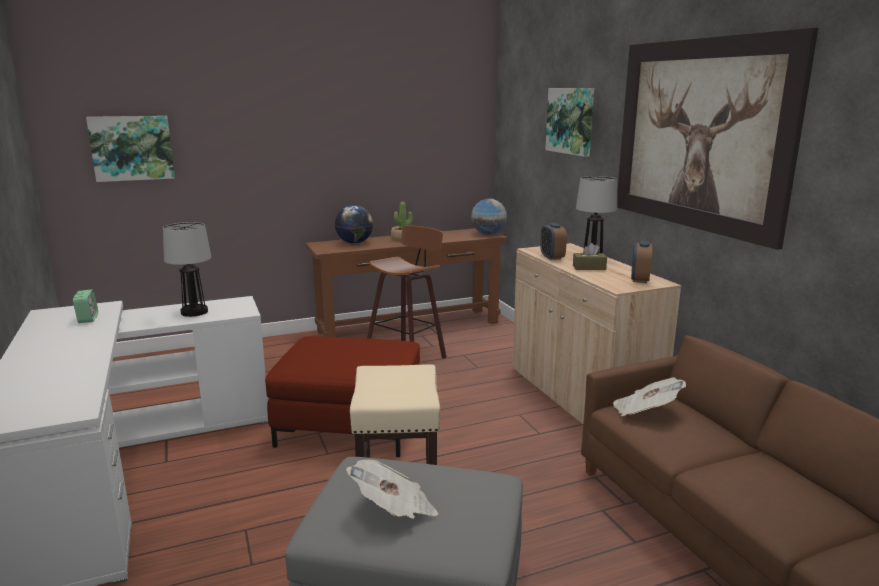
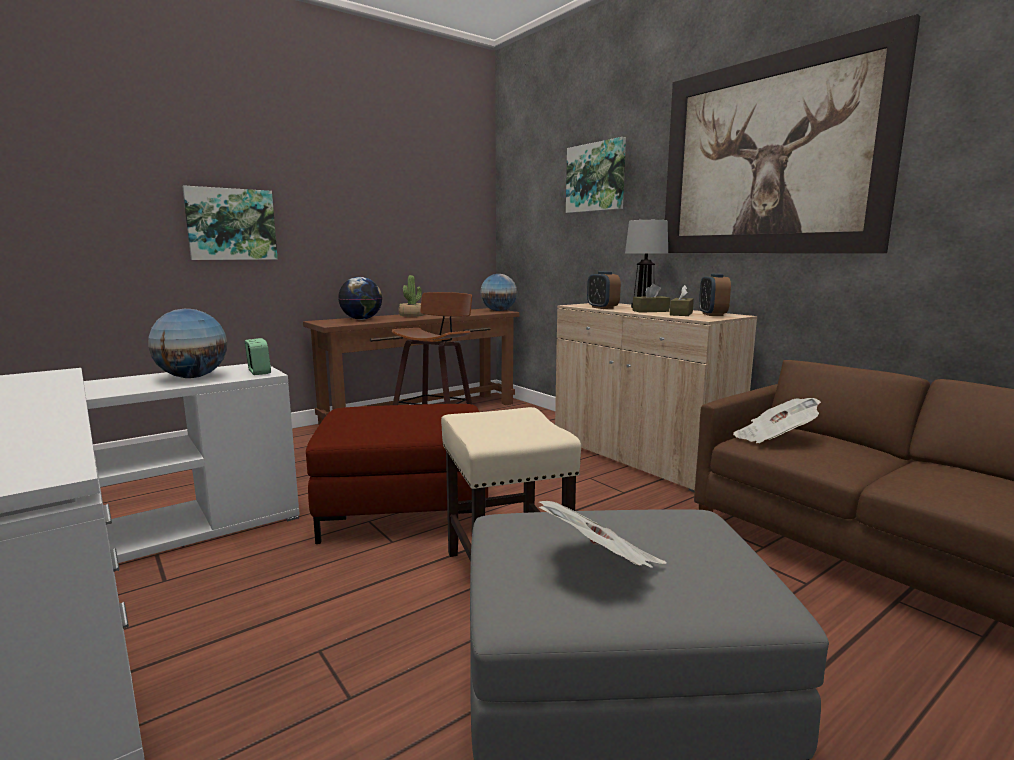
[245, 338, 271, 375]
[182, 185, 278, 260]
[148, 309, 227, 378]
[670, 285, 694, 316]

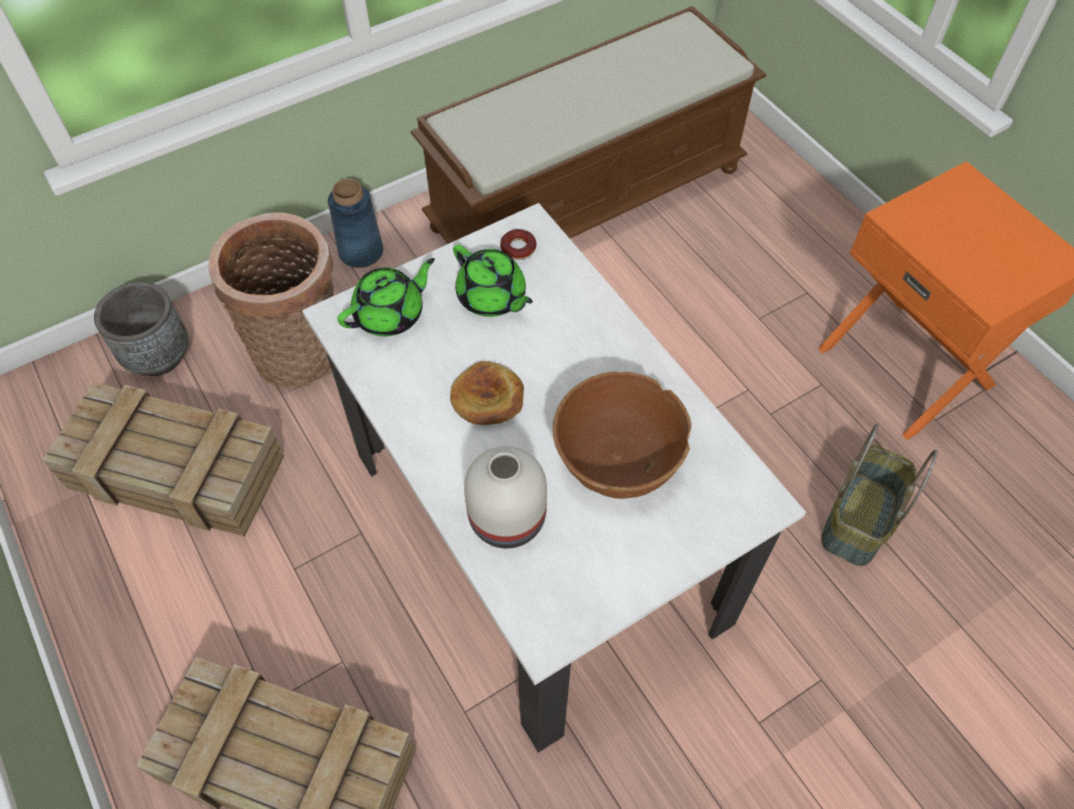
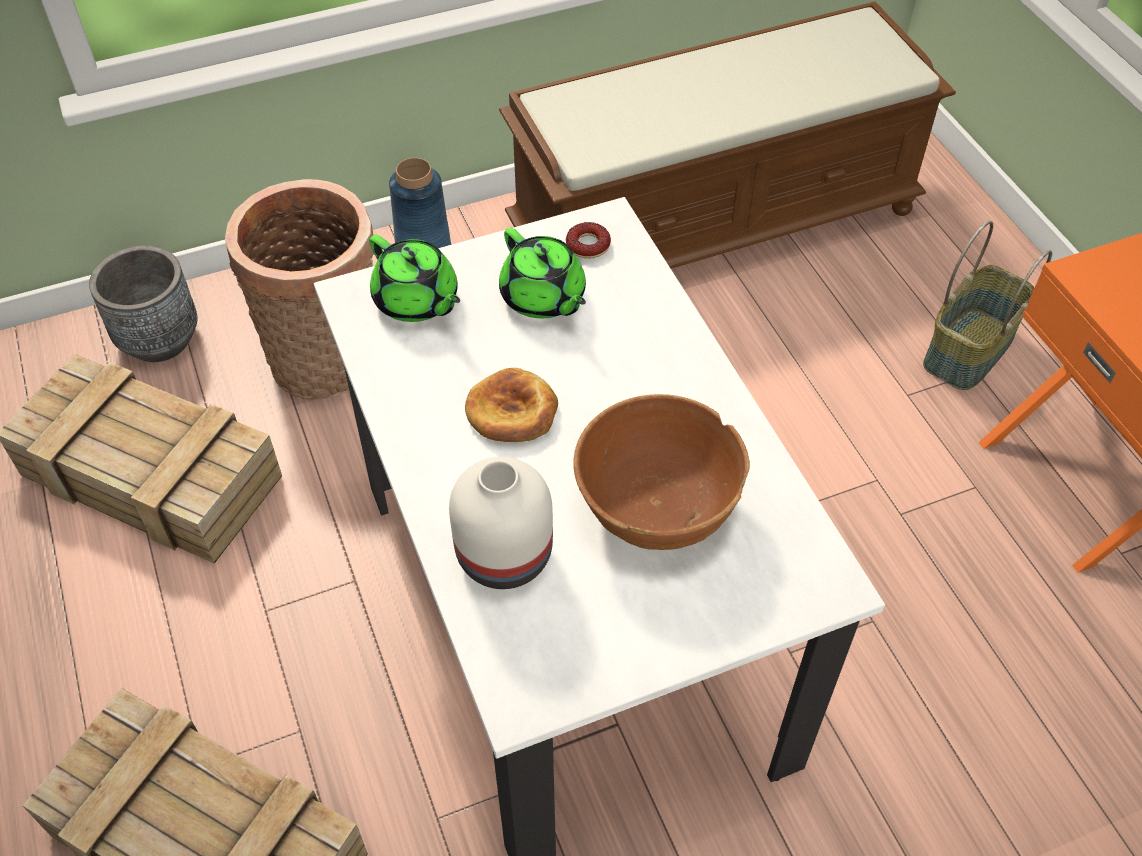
[369, 235, 460, 322]
[923, 221, 1052, 390]

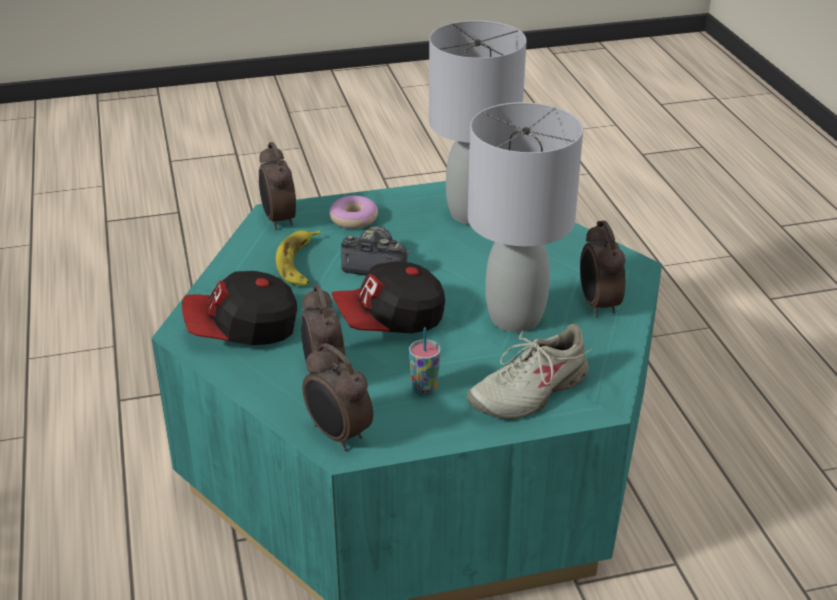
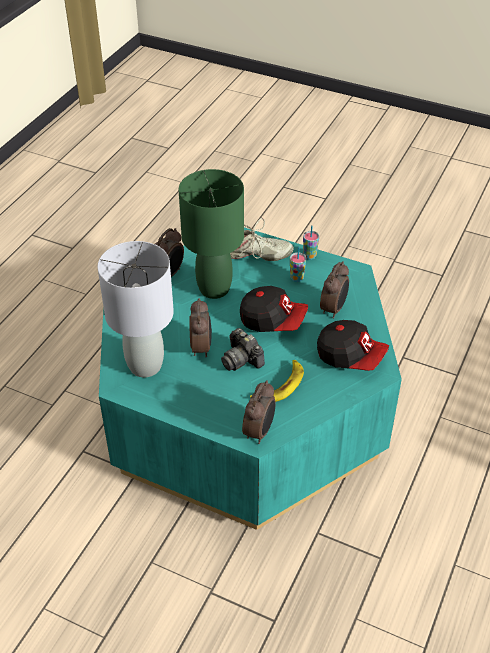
[189, 298, 212, 357]
[329, 196, 378, 229] (first image)
[179, 169, 244, 299]
[303, 225, 319, 260]

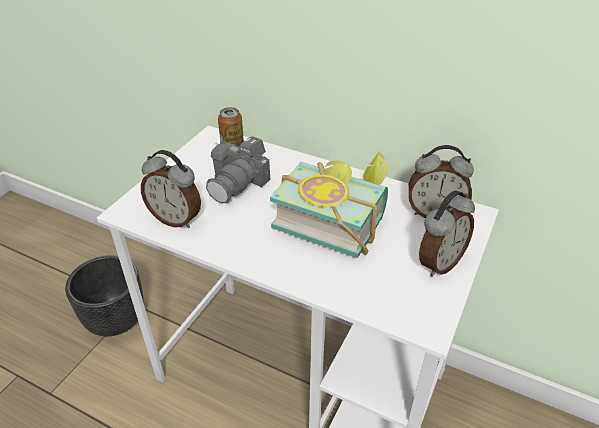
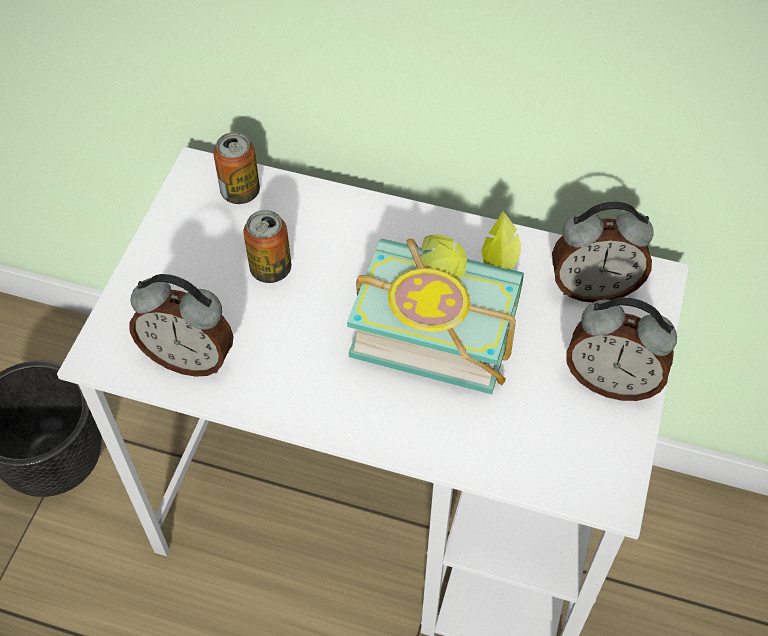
[243, 210, 291, 283]
[566, 297, 677, 401]

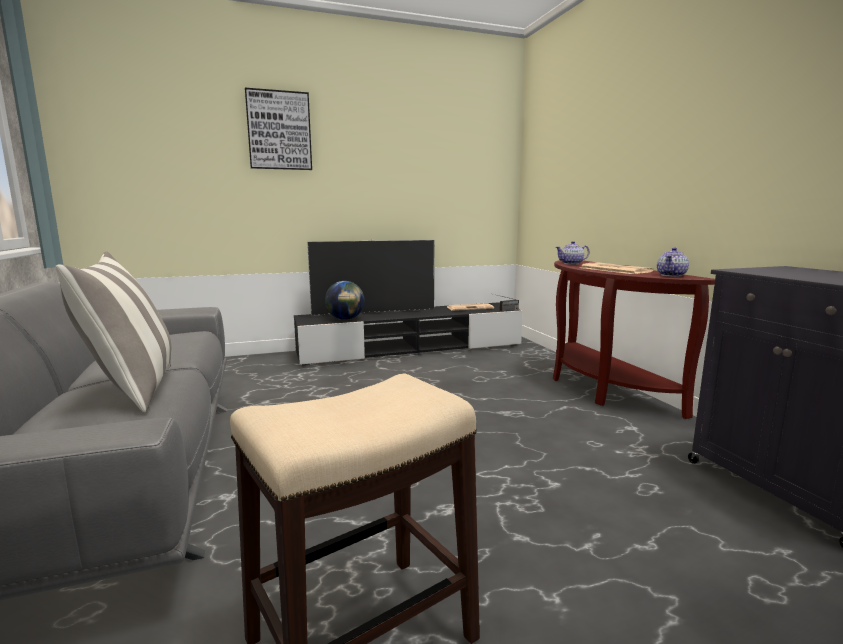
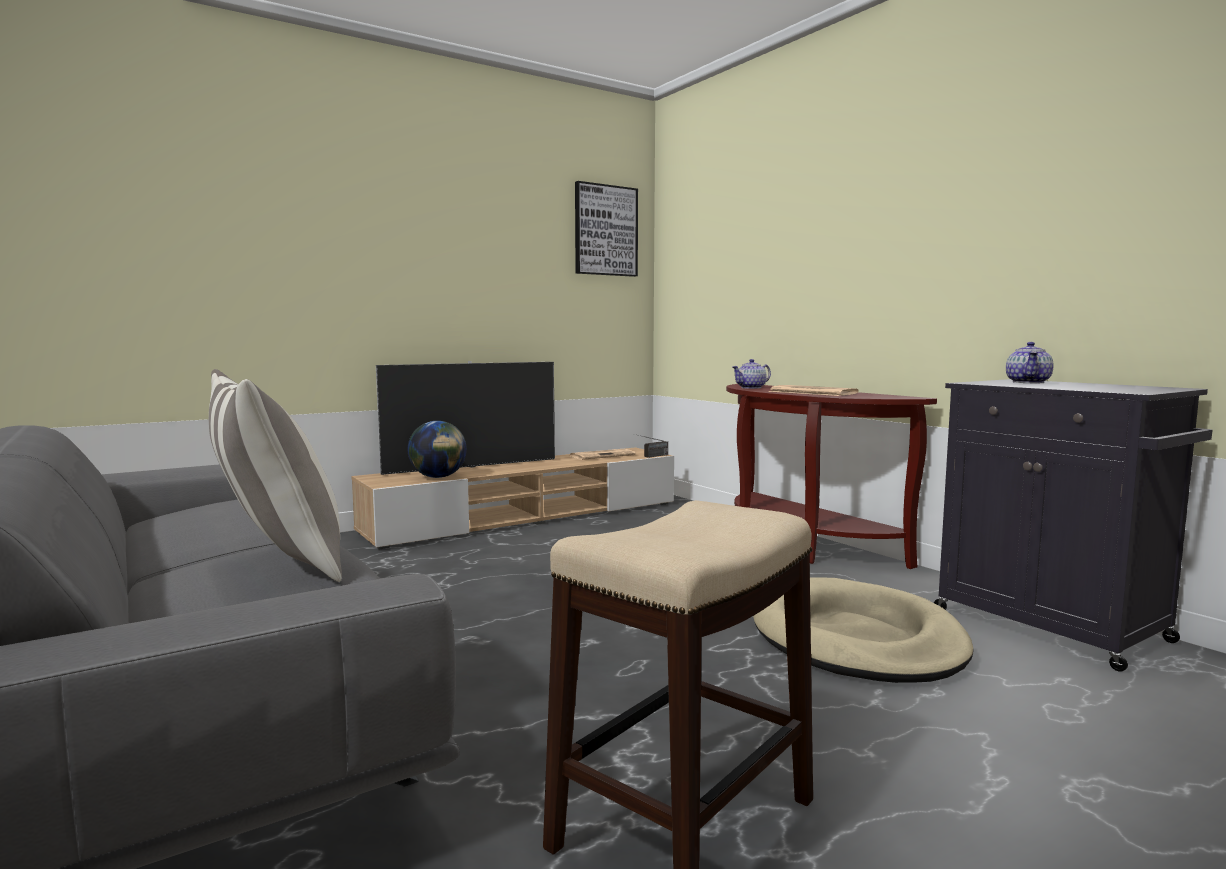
[575, 181, 638, 277]
[351, 447, 674, 549]
[1006, 342, 1053, 383]
[753, 577, 973, 683]

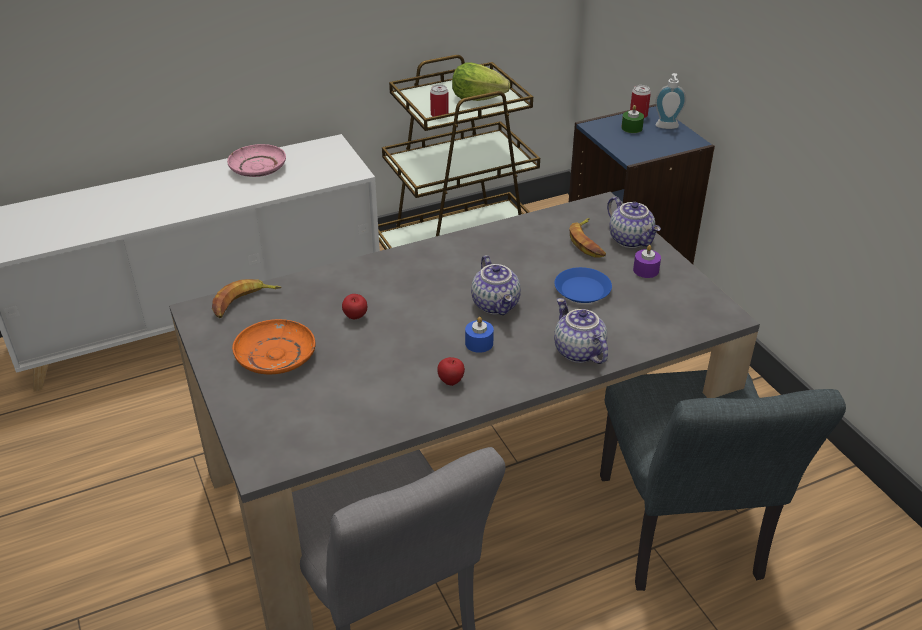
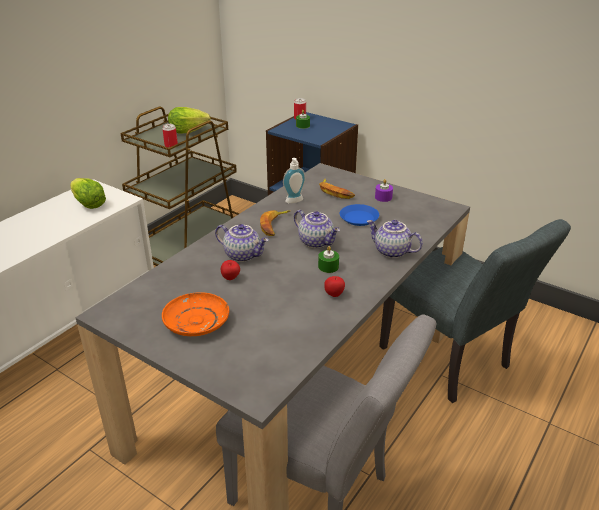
[260, 210, 290, 236]
[227, 144, 286, 177] (first image)
[318, 246, 339, 273]
[215, 224, 269, 262]
[283, 158, 306, 203]
[70, 178, 106, 209]

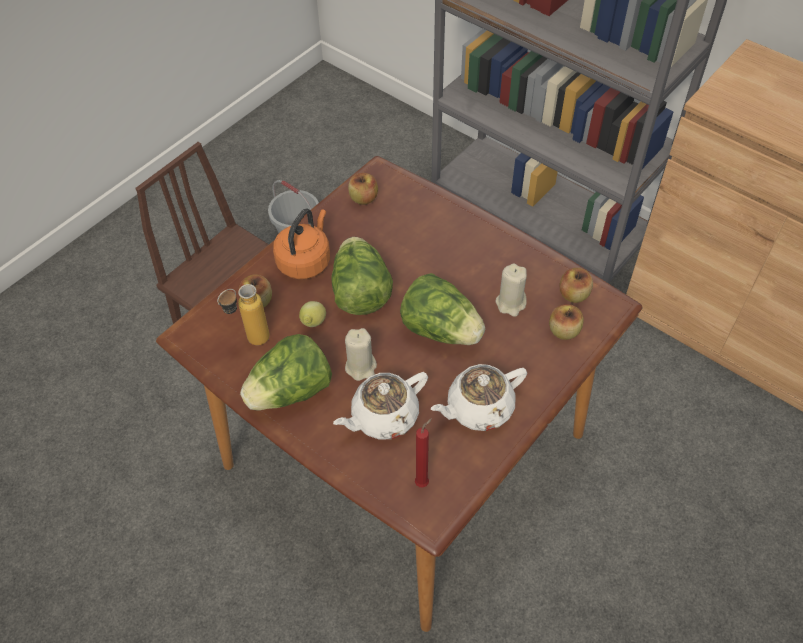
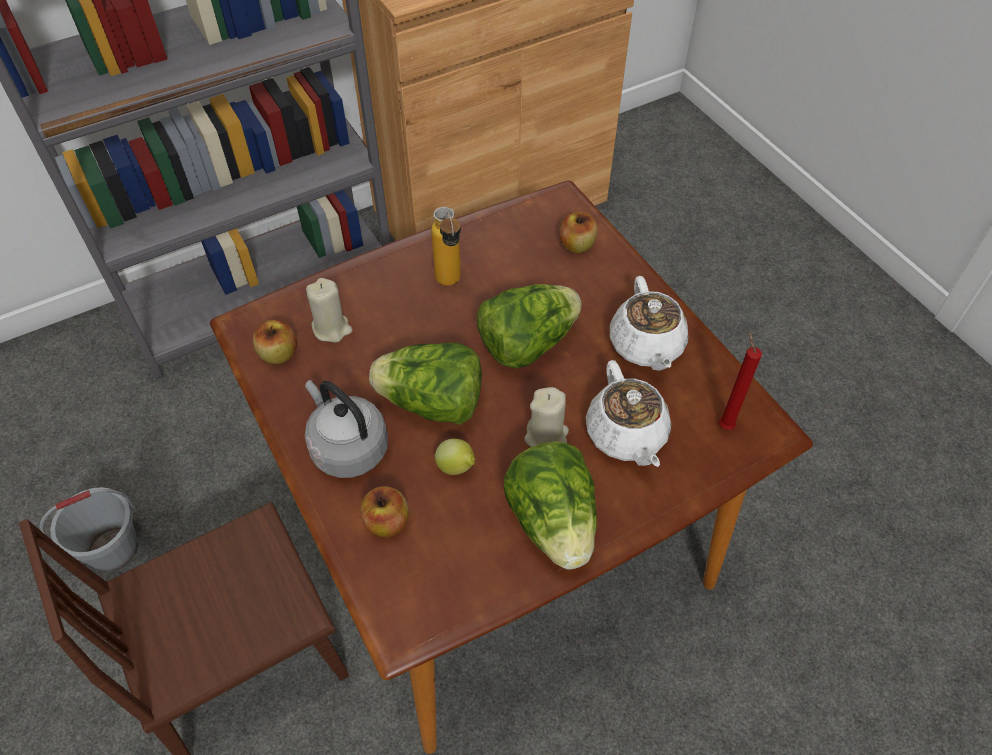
[431, 207, 461, 286]
[305, 380, 388, 478]
[306, 278, 353, 343]
[559, 268, 593, 303] (first image)

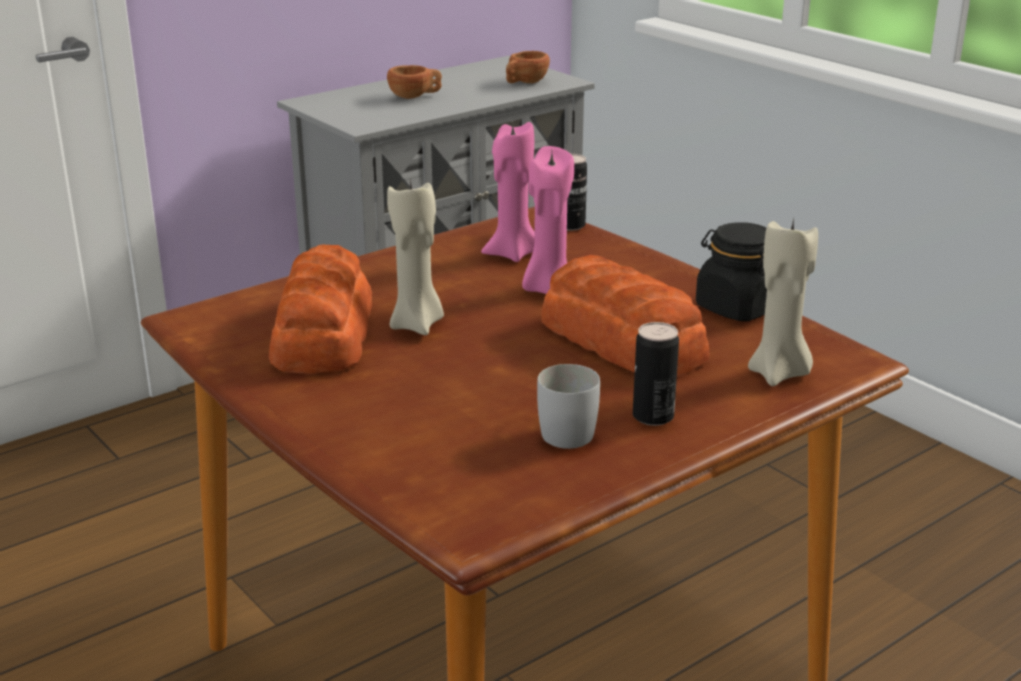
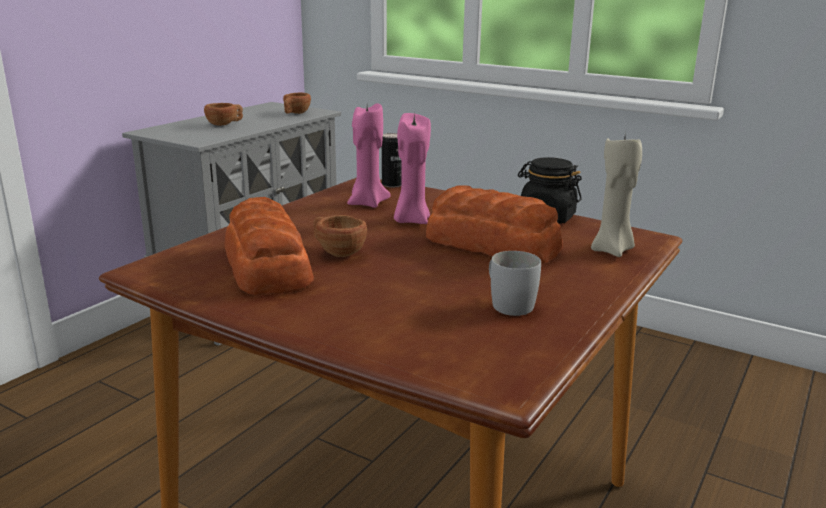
[313, 215, 367, 257]
[633, 322, 679, 426] (first image)

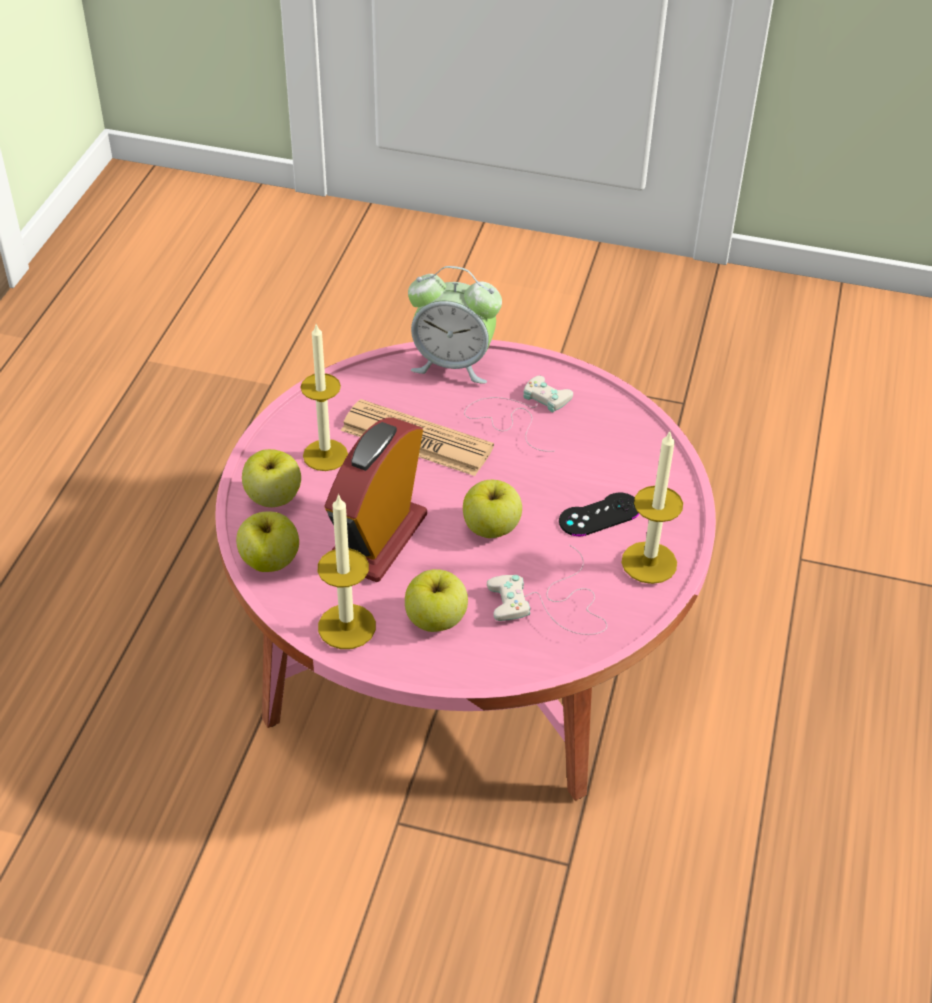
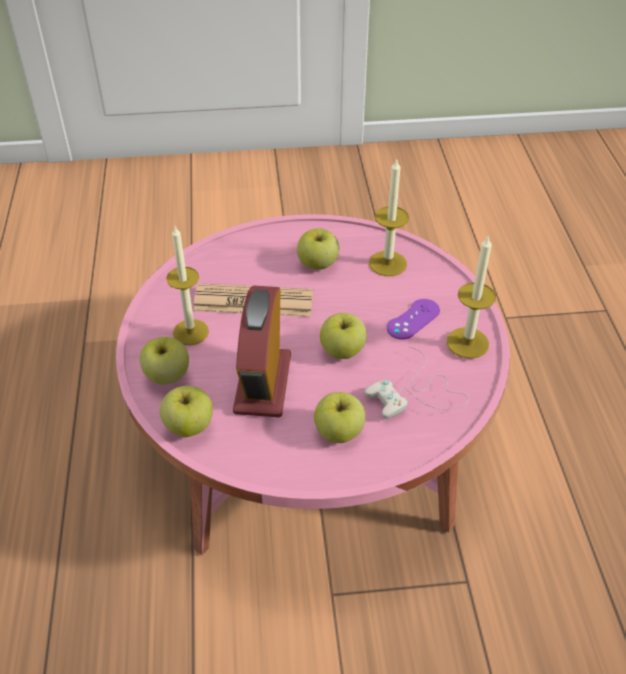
[369, 159, 409, 276]
[408, 266, 502, 384] (first image)
[297, 228, 339, 270]
[387, 299, 440, 340]

